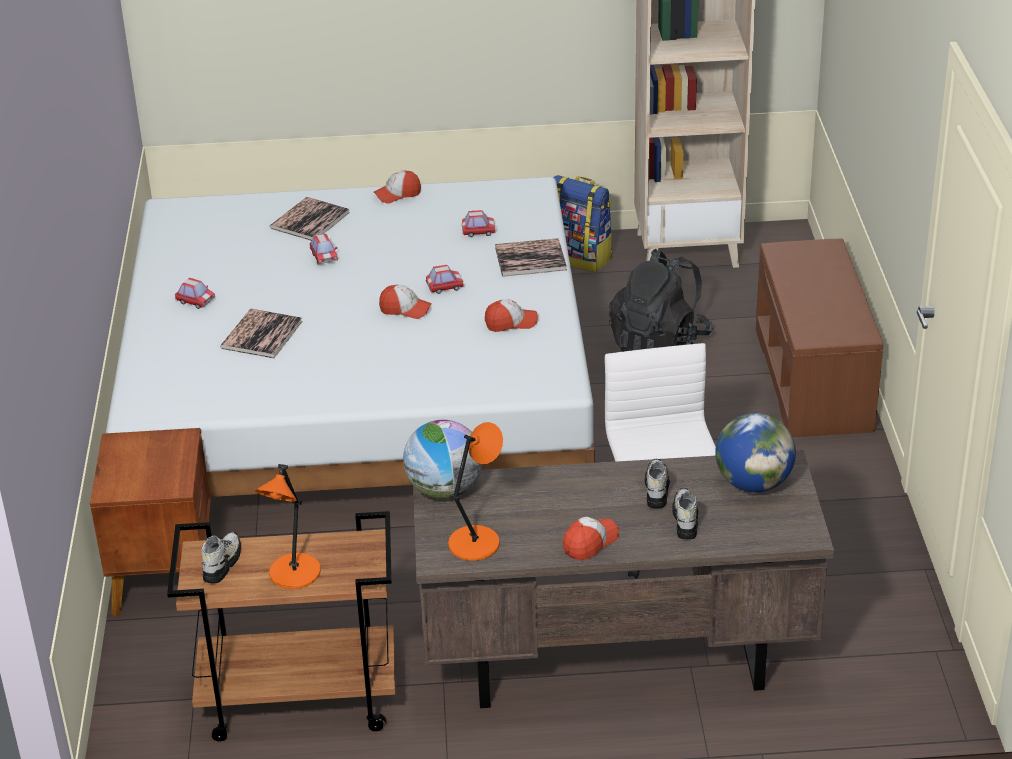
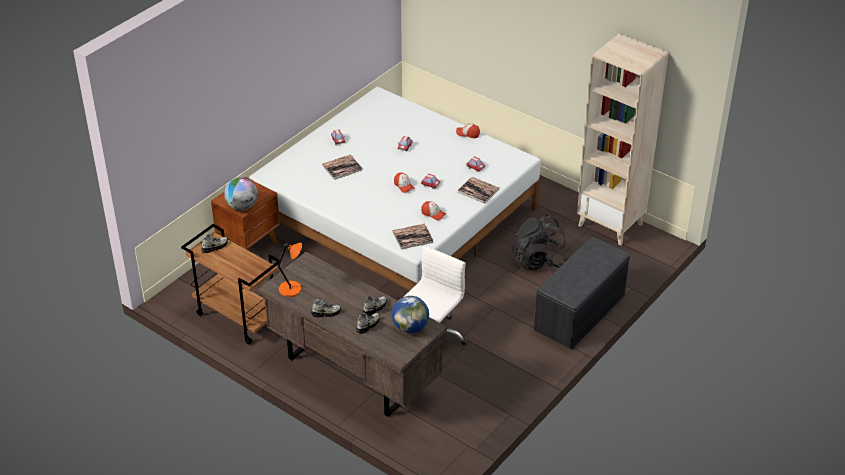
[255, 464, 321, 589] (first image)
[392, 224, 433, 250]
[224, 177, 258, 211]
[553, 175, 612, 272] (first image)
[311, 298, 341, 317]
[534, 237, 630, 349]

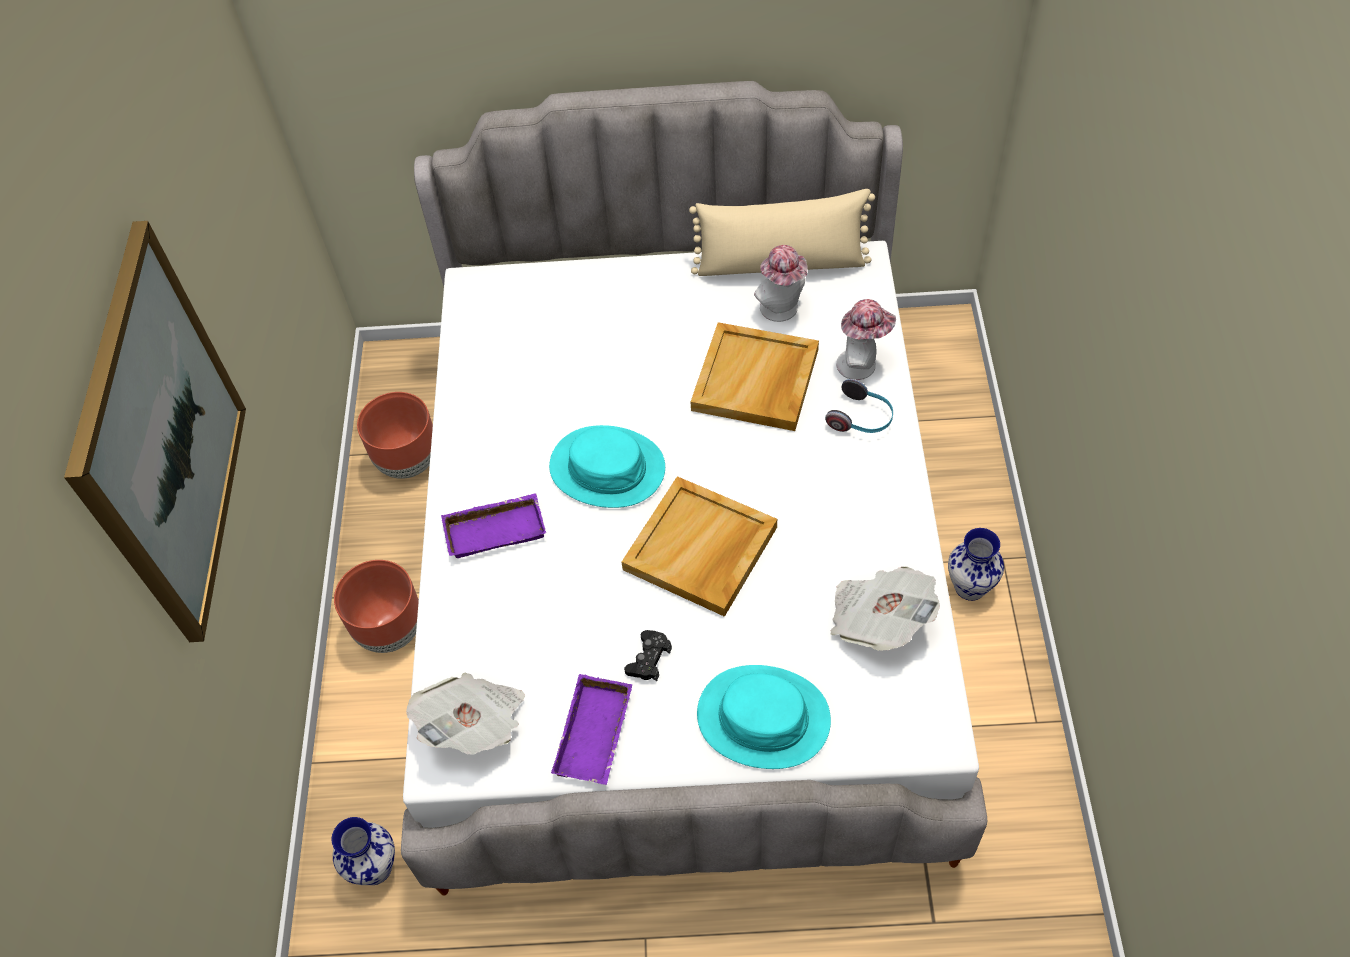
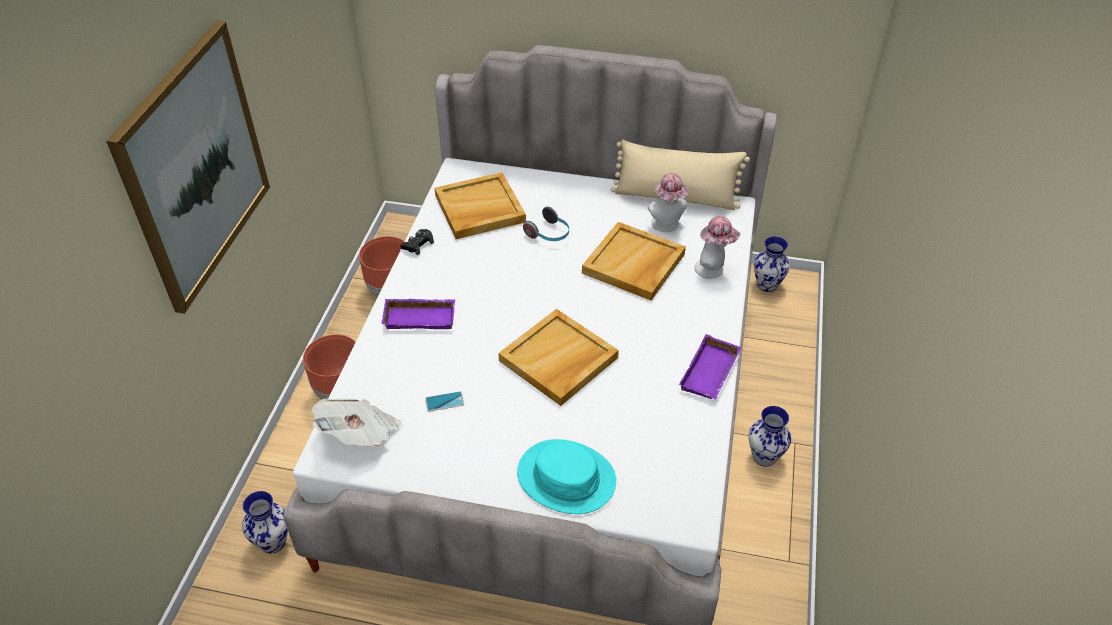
[549, 425, 665, 508] (first image)
[679, 334, 742, 399]
[400, 229, 434, 255]
[523, 206, 569, 241]
[830, 566, 940, 651] (first image)
[425, 391, 464, 412]
[435, 172, 526, 239]
[754, 236, 790, 292]

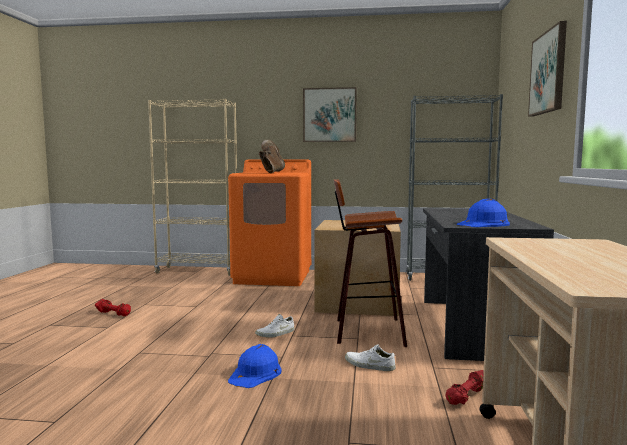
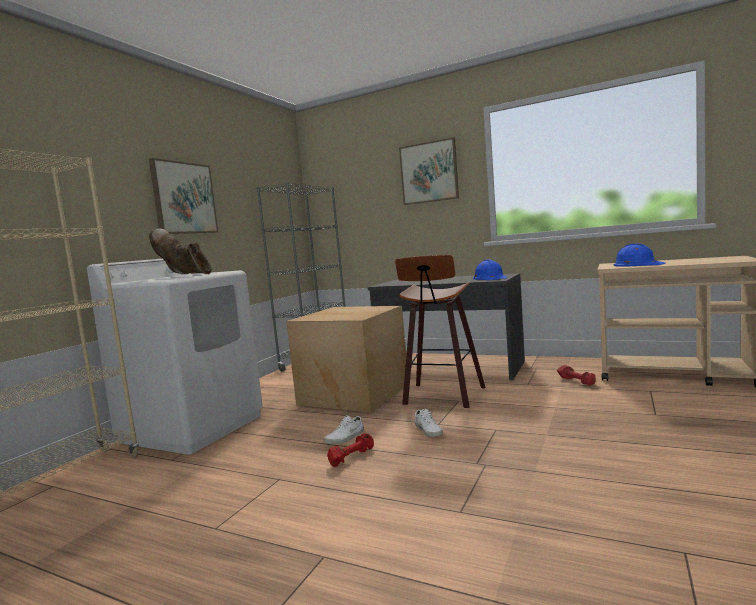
[327, 433, 374, 467]
[87, 259, 263, 455]
[614, 243, 666, 267]
[323, 415, 364, 444]

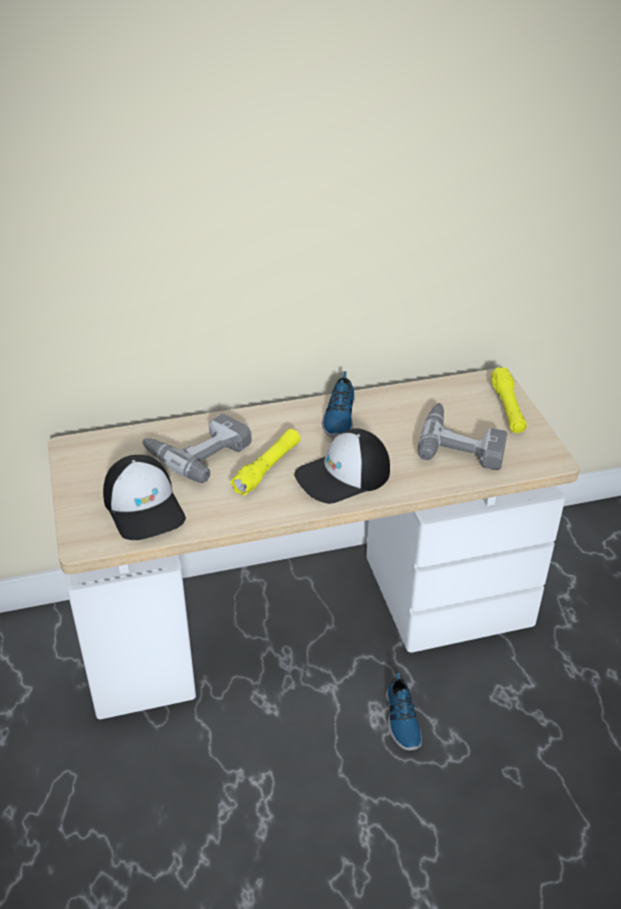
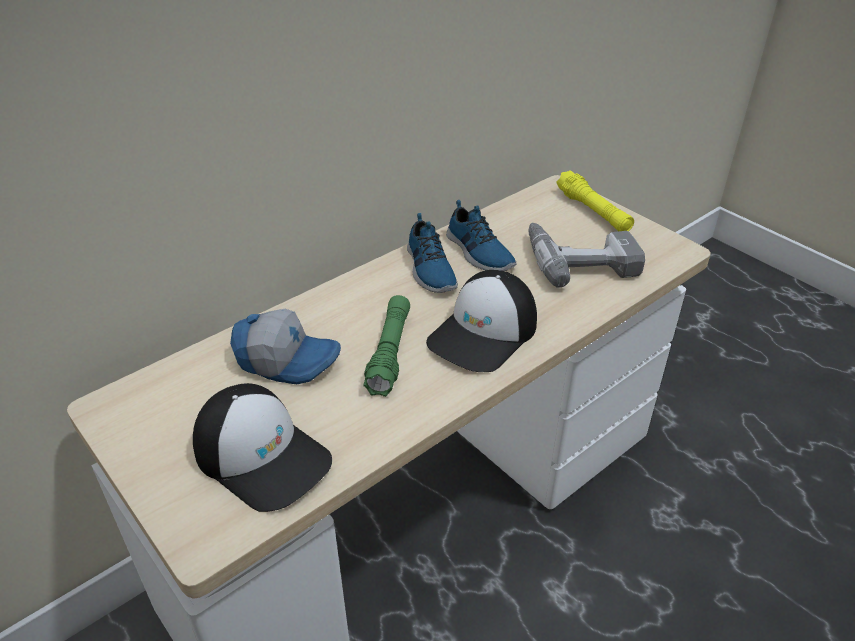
[230, 309, 341, 384]
[363, 295, 410, 397]
[446, 200, 516, 271]

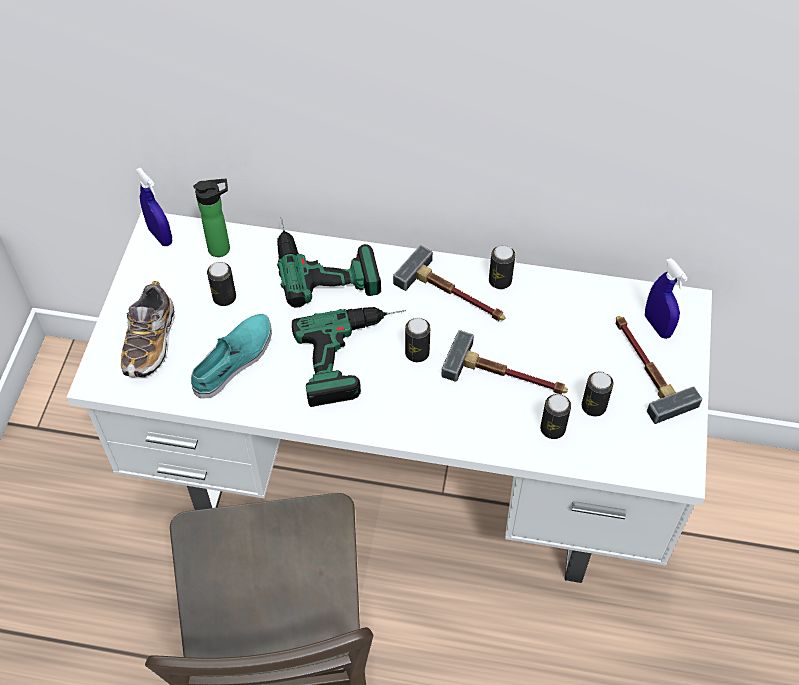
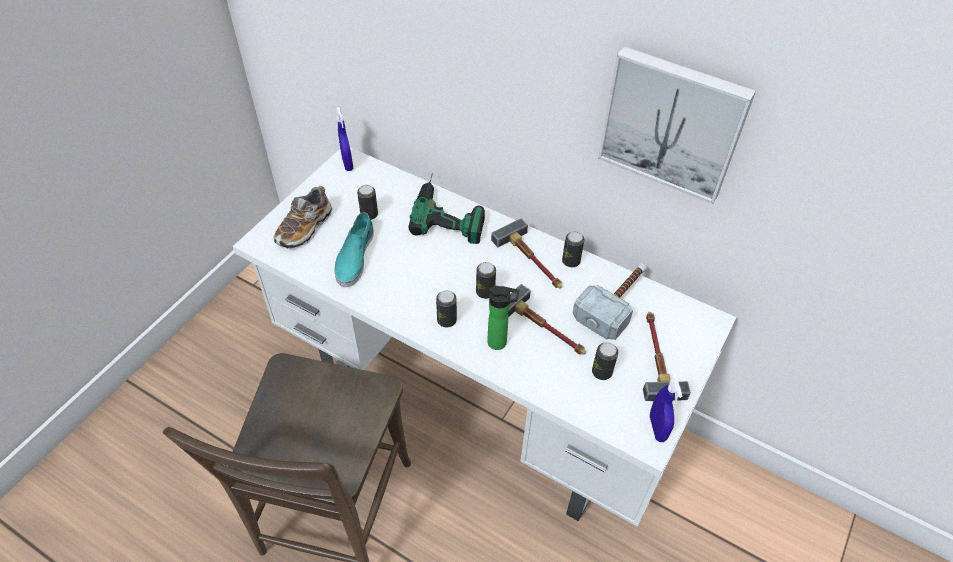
[334, 212, 374, 287]
[487, 286, 519, 350]
[292, 307, 406, 407] (first image)
[436, 290, 457, 328]
[650, 373, 682, 442]
[572, 263, 647, 340]
[598, 46, 756, 204]

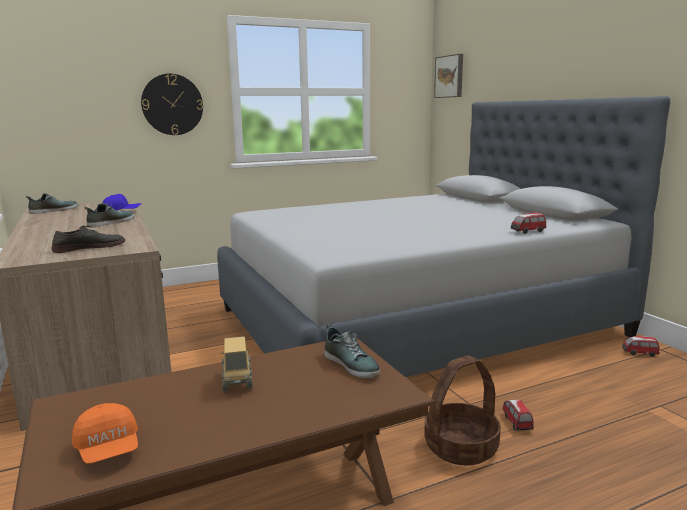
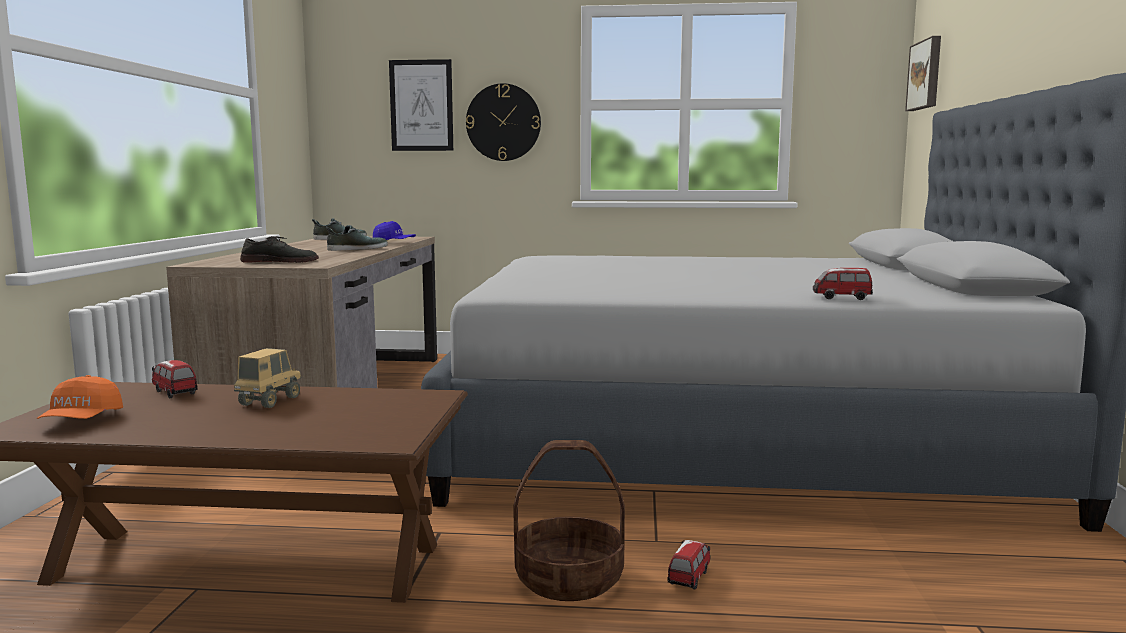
[324, 324, 380, 379] (first image)
[152, 360, 198, 398]
[389, 59, 453, 151]

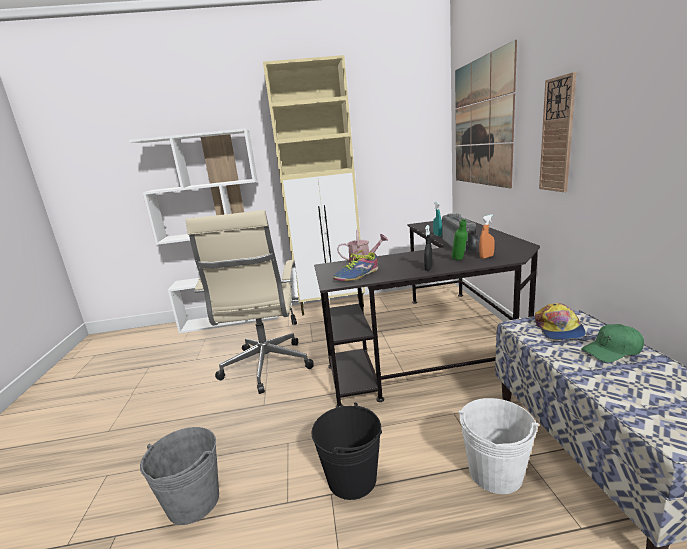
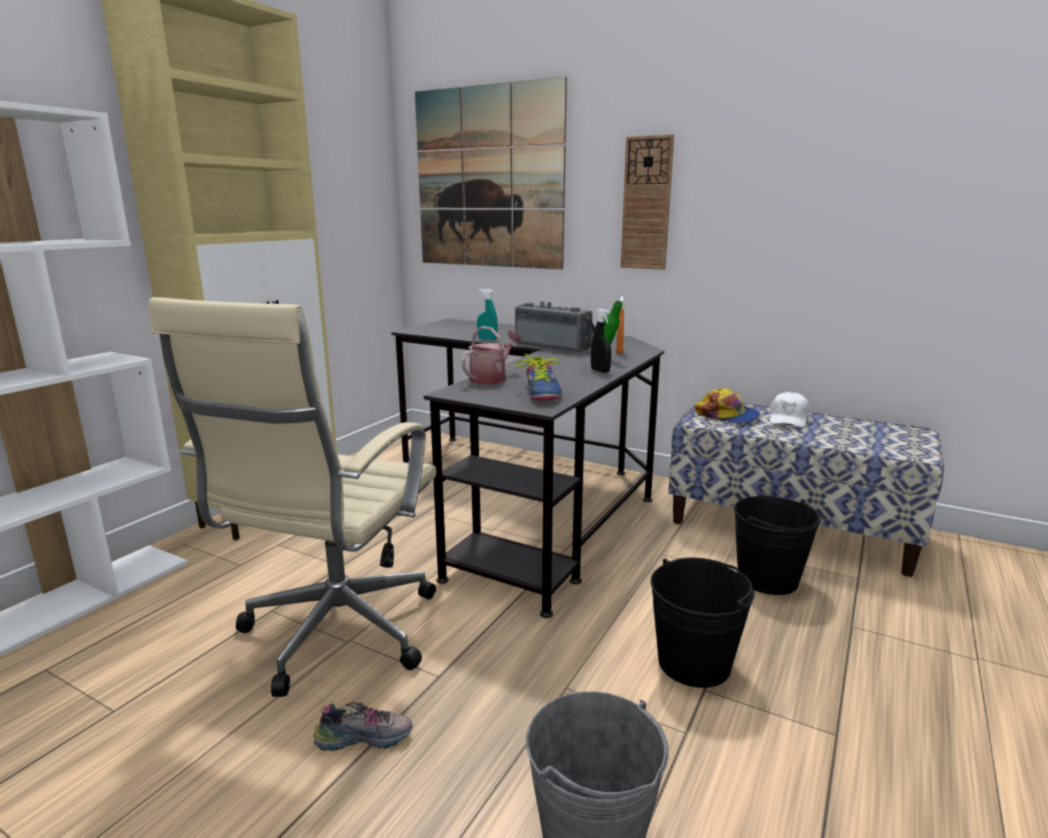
[149, 297, 437, 697]
[734, 496, 821, 595]
[770, 391, 810, 428]
[313, 702, 413, 751]

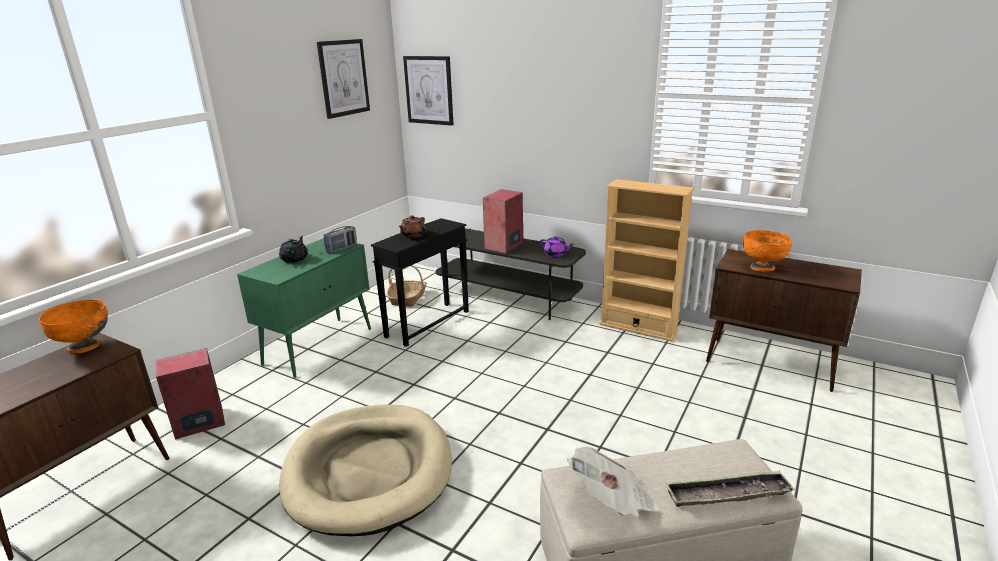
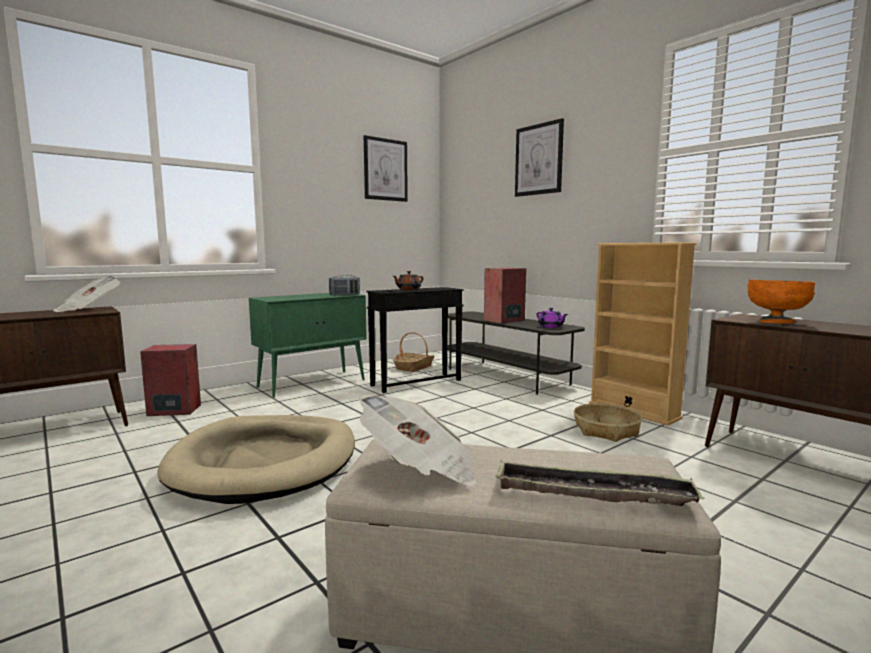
[53, 276, 120, 312]
[279, 236, 308, 263] (first image)
[515, 118, 564, 197]
[574, 403, 642, 442]

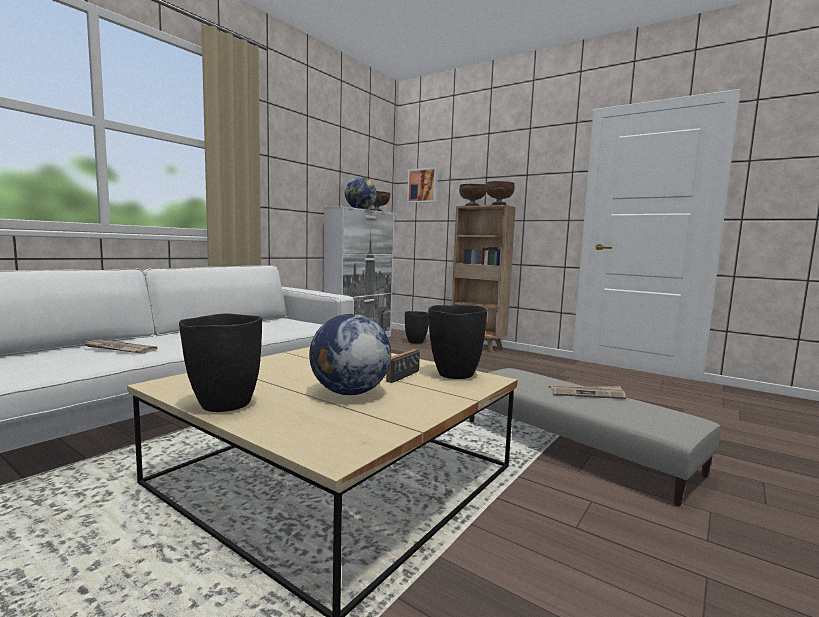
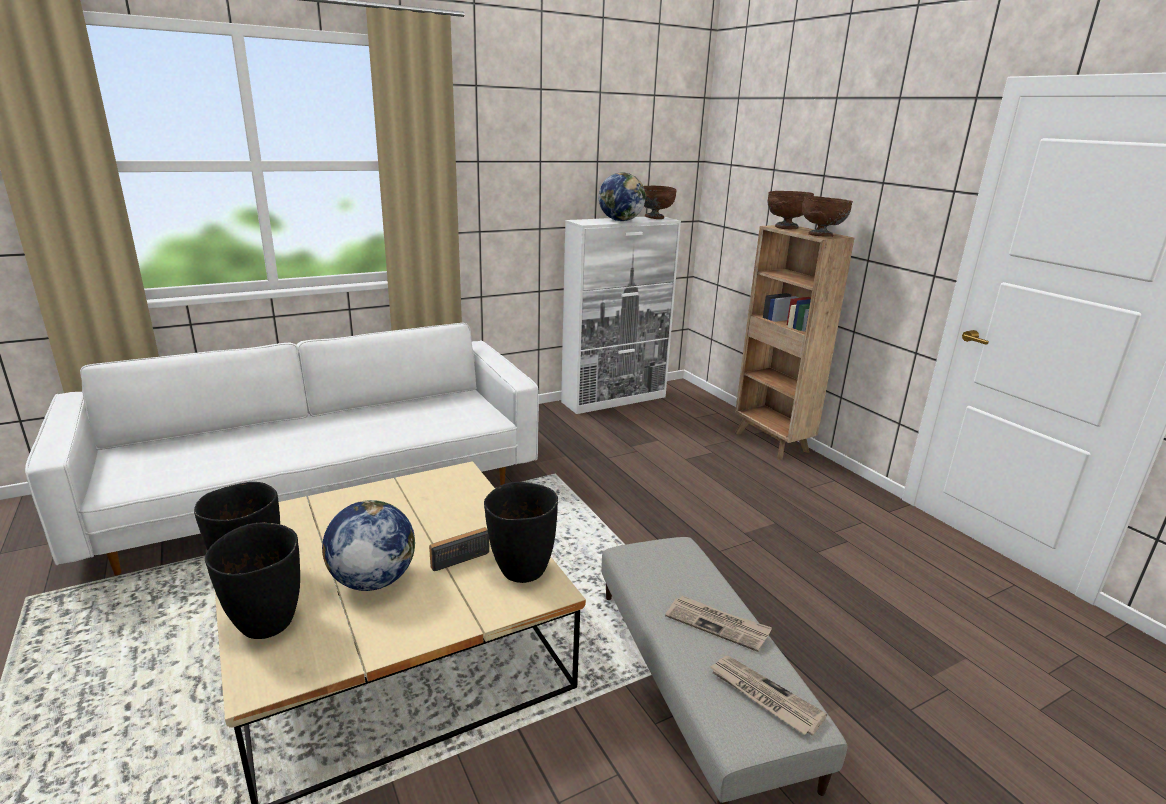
[709, 656, 827, 736]
[205, 523, 300, 639]
[407, 167, 438, 203] (first image)

